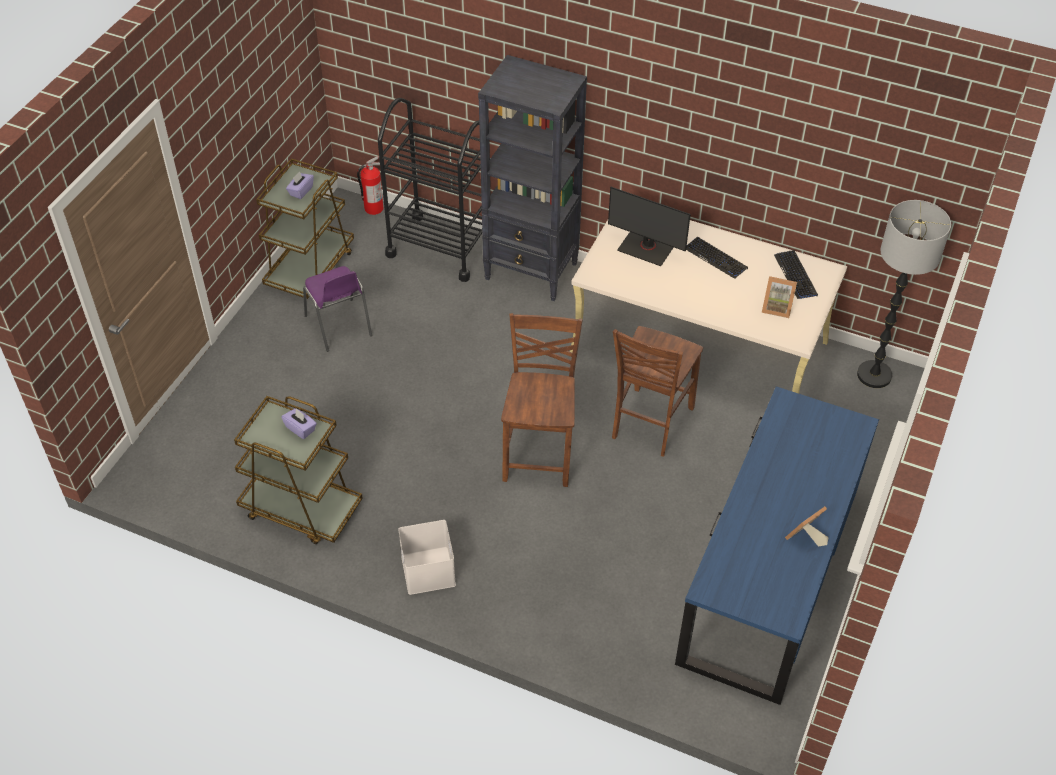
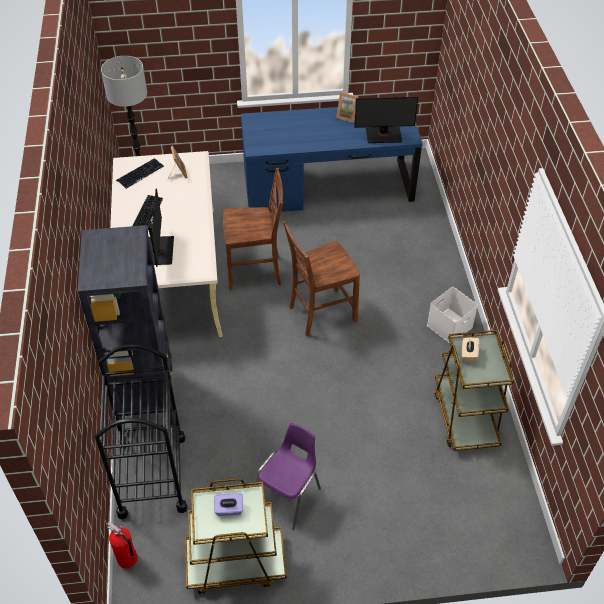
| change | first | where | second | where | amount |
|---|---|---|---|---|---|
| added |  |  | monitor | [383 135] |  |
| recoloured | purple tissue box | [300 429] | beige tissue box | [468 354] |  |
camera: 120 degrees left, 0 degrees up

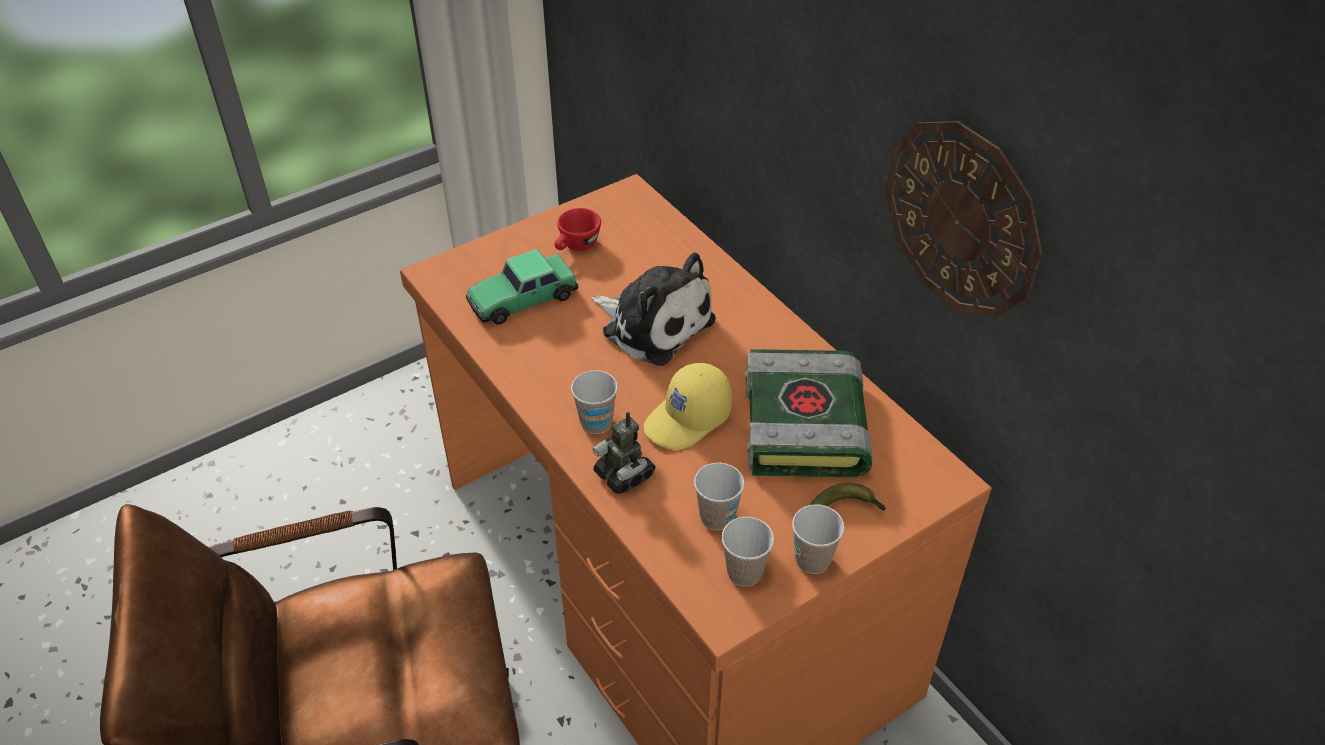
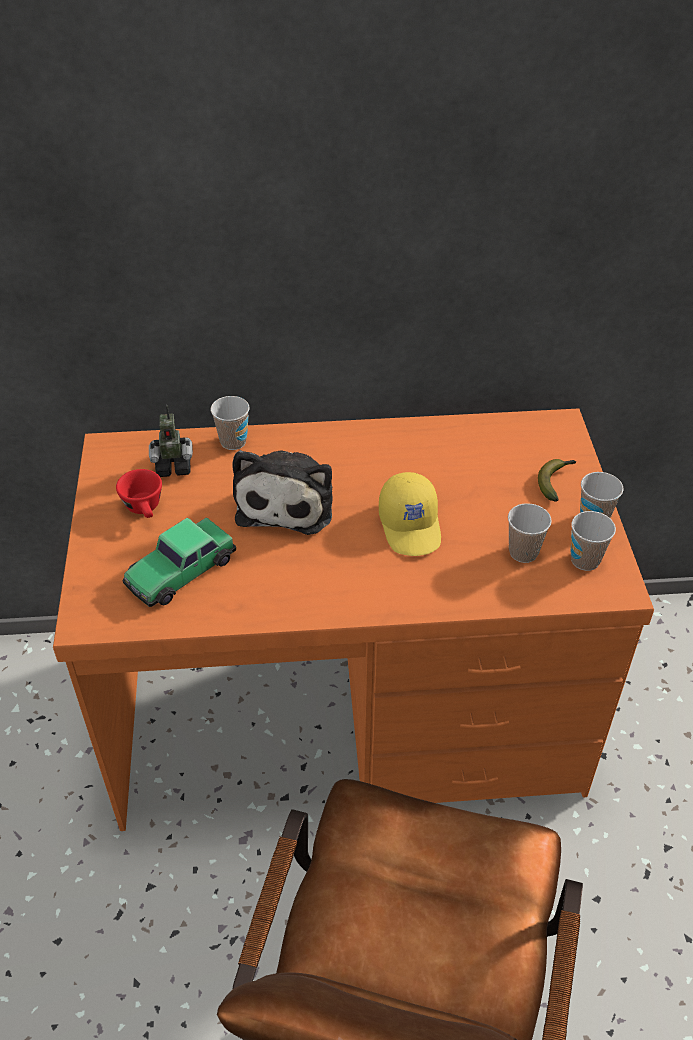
| change | first | where | second | where | amount |
|---|---|---|---|---|---|
| removed | book | [806 428] |  |  |  |
| removed | wall clock | [962 219] |  |  |  |
| moved | cup | [596 423] |  | [233 442] |  |
| moved | toy robot | [624 475] |  | [173 466] |  |
| turned | toy car | [522 298] |  | [180 571] | 45 degrees clockwise |
| turned | plush toy | [654 324] |  | [287 501] | 120 degrees clockwise |
camera: 60 degrees left, 0 degrees up

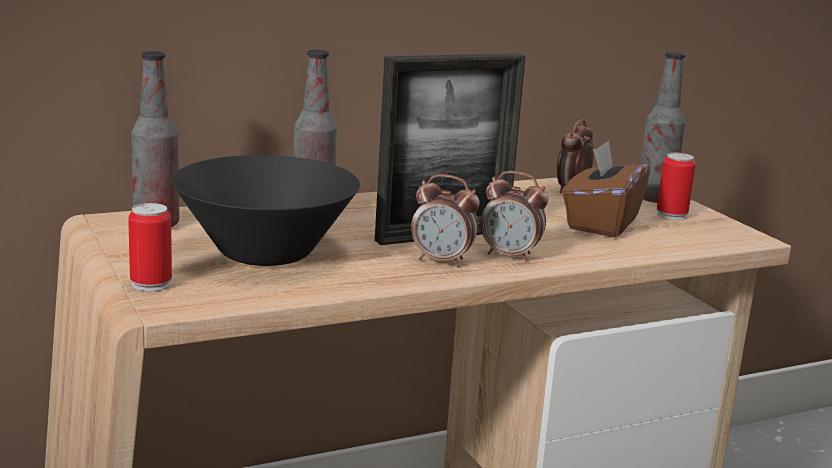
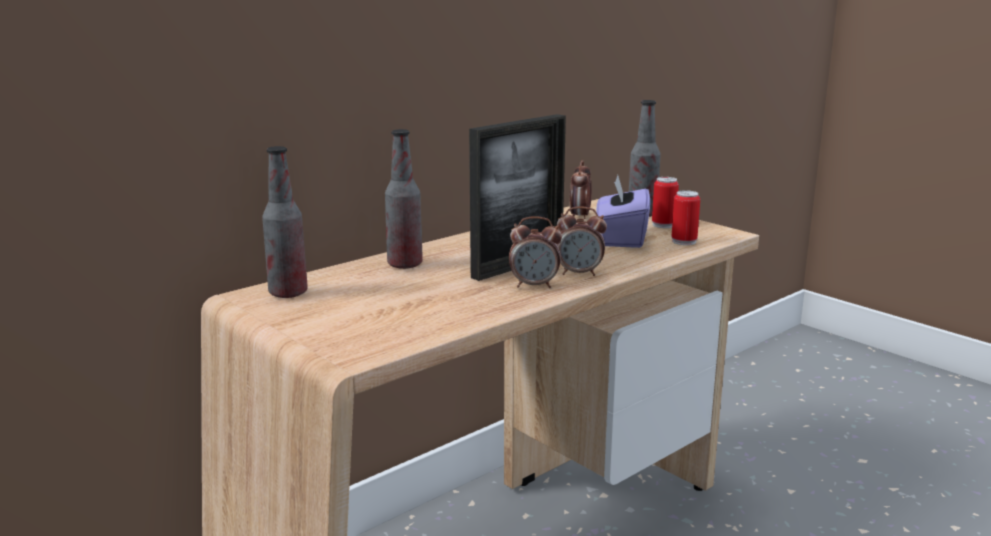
| change | first | where | second | where | amount |
|---|---|---|---|---|---|
| removed | black bowl | [265 253] |  |  |  |
| moved | can | [151 284] |  | [684 241] |  |
| recoloured | brown tissue box | [601 223] | purple tissue box | [621 238] |  |
camera: 15 degrees left, 0 degrees up

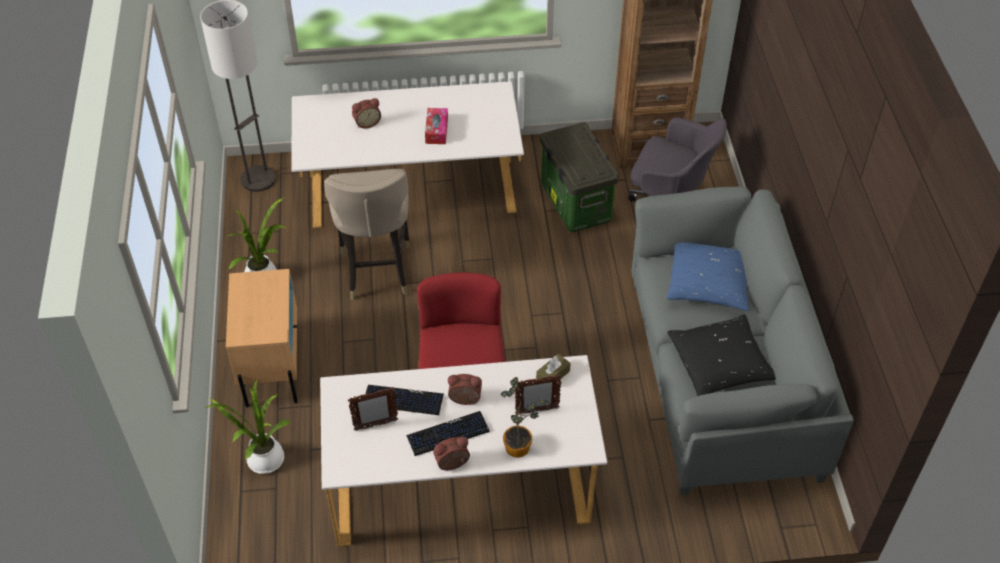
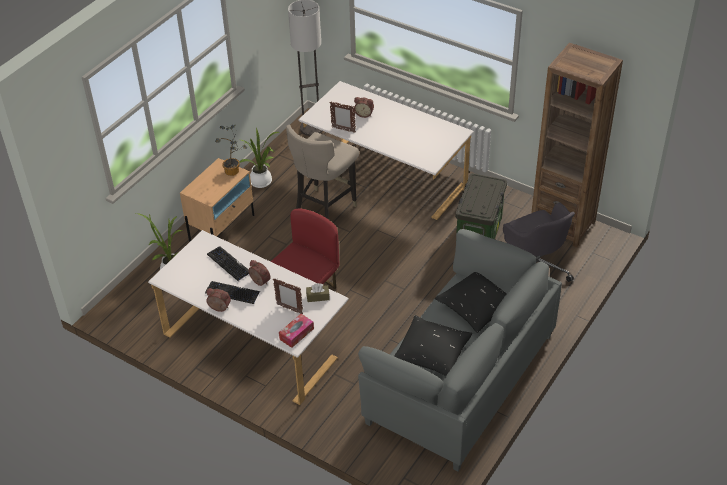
| change | first | where | second | where | amount |
|---|---|---|---|---|---|
| moved | picture frame | [375 425] |  | [343 129] |  |
| moved | tissue box | [436 130] |  | [296 334] |  |
| moved | potted plant | [521 446] |  | [234 171] |  |
| recoloured | blue pillow | [709 283] | black pillow | [476 307] |  |
camera: 40 degrees right, 5 degrees down

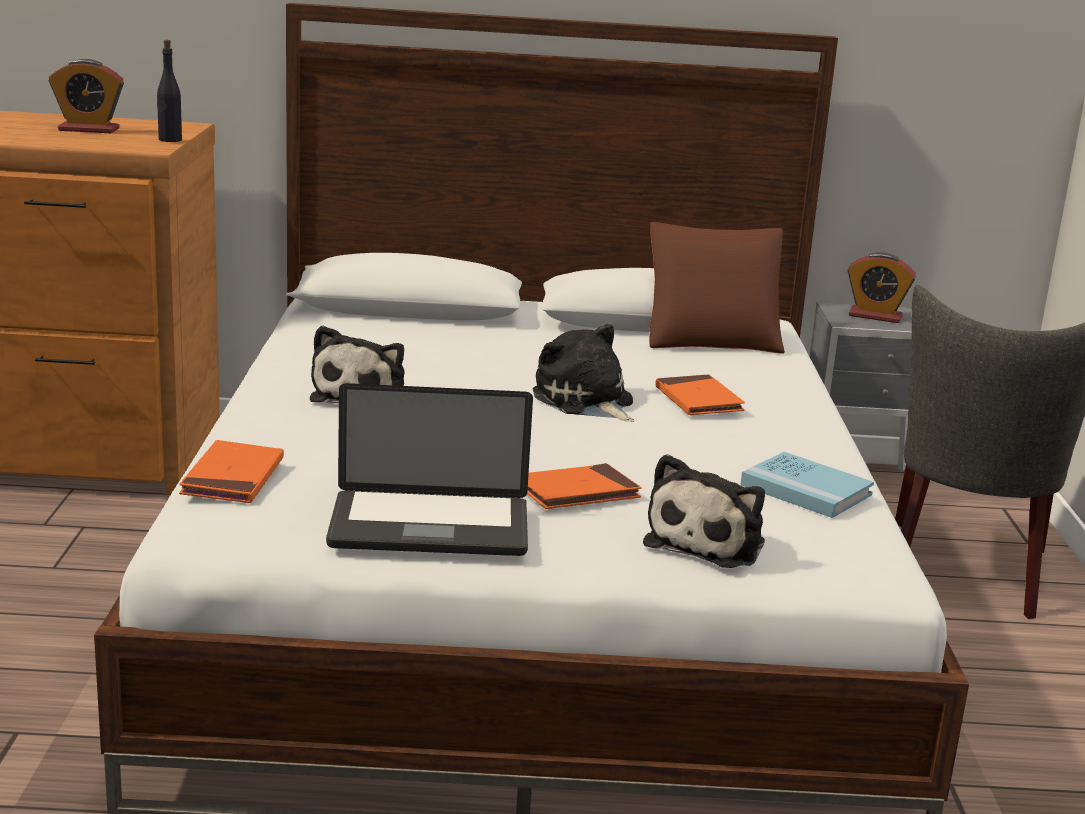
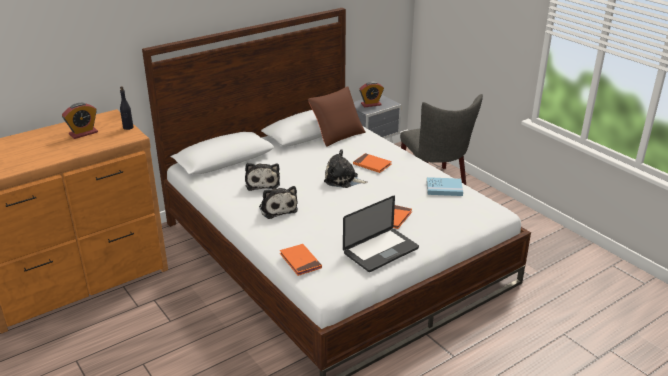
| change | first | where | second | where | amount |
|---|---|---|---|---|---|
| moved | plush toy | [709 542] |  | [262 183] |  |
camera: 35 degrees left, 10 degrees up

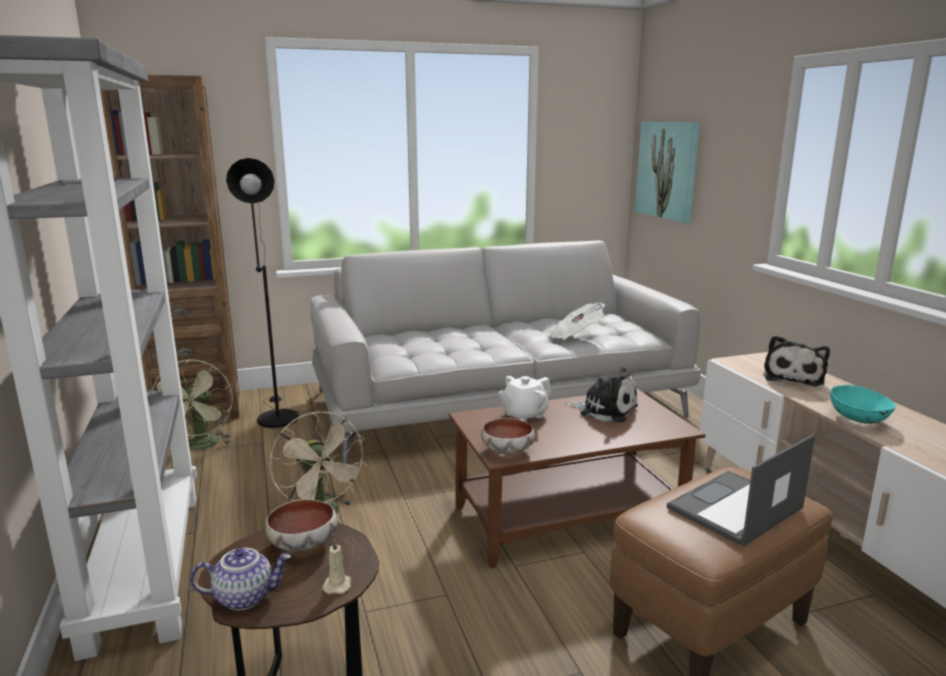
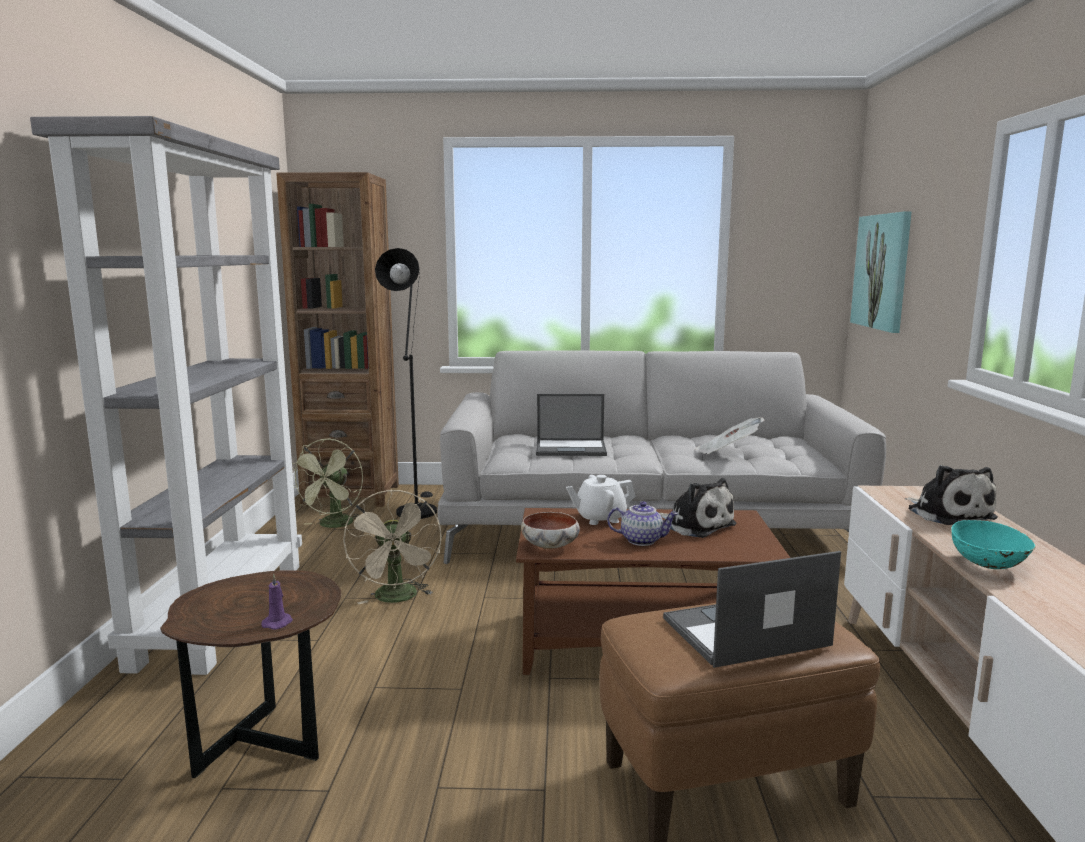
| change | first | where | second | where | amount |
|---|---|---|---|---|---|
| removed | bowl | [304 544] |  |  |  |
| added |  |  | laptop | [571 448] |  |
| moved | teapot | [245 596] |  | [642 540] |  |
| recoloured | beige candle | [337 584] | purple candle | [278 623] |  |
| turned | plush toy | [793 377] |  | [947 513] | 60 degrees counterclockwise |
camera: 20 degrees right, 5 degrees down

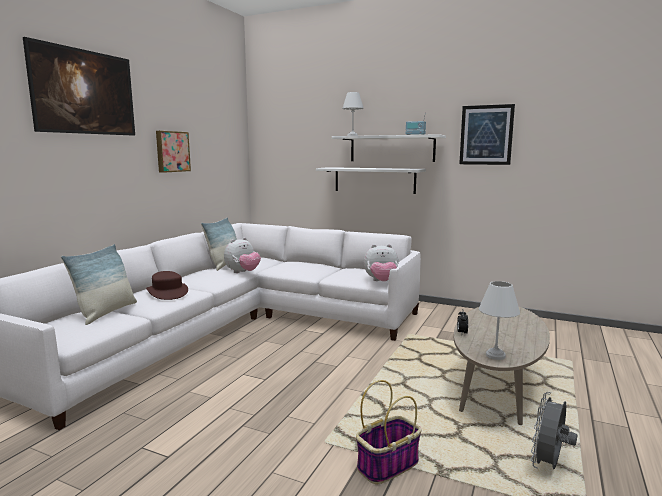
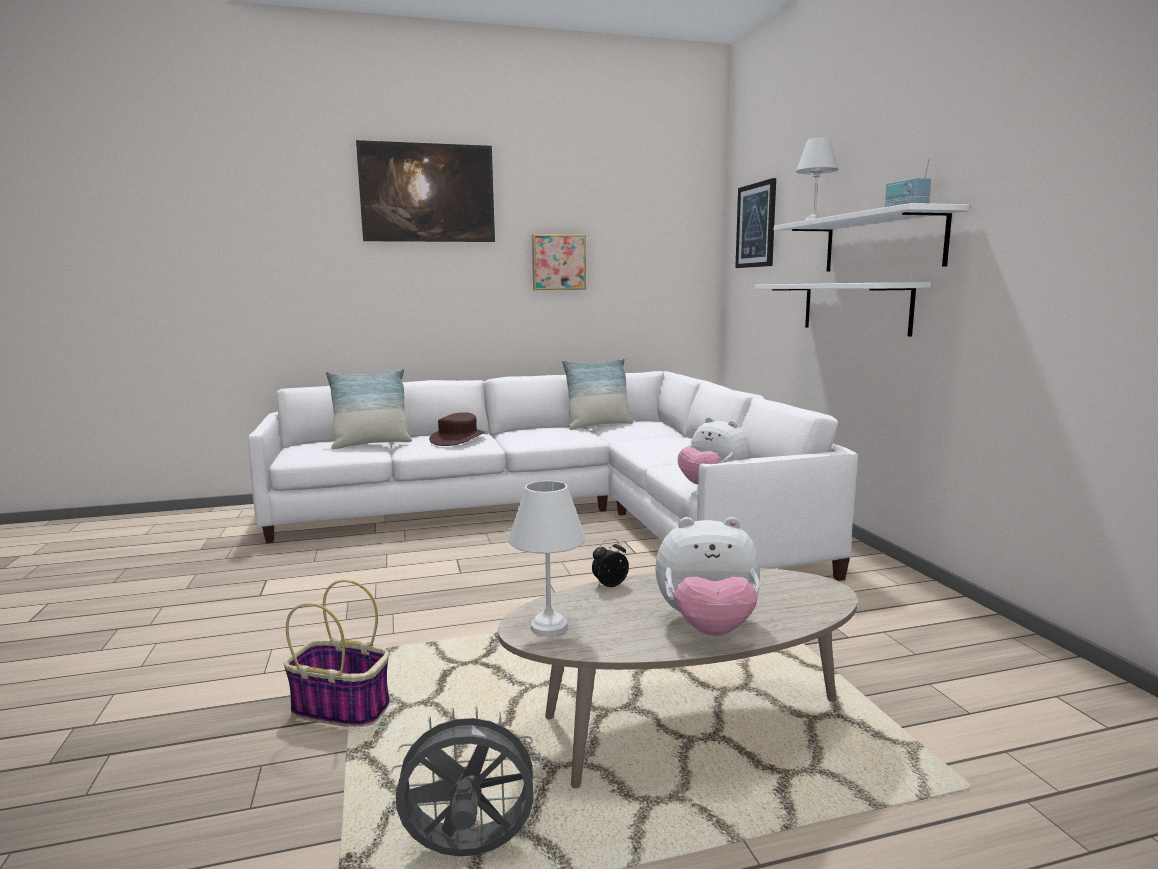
| change | first | where | second | where | amount |
|---|---|---|---|---|---|
| moved | plush toy | [242 272] |  | [708 628] |  |
| moved | picture | [486 135] |  | [756 225] |  |
camera: 50 degrees right, 0 degrees up

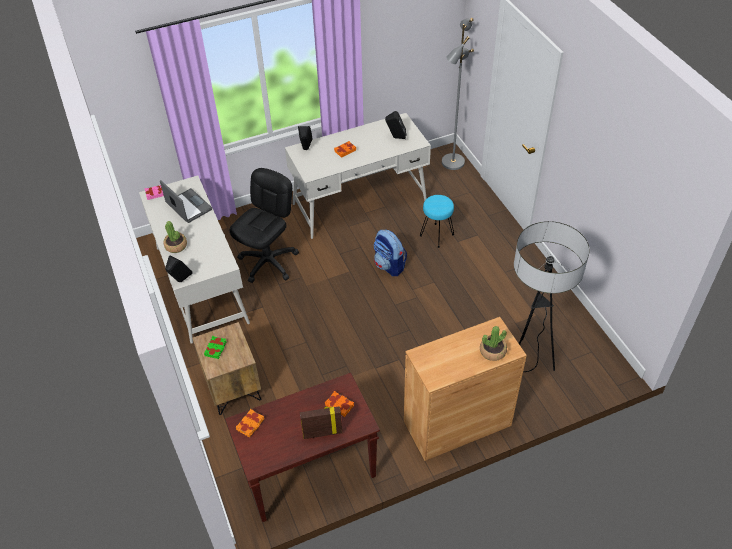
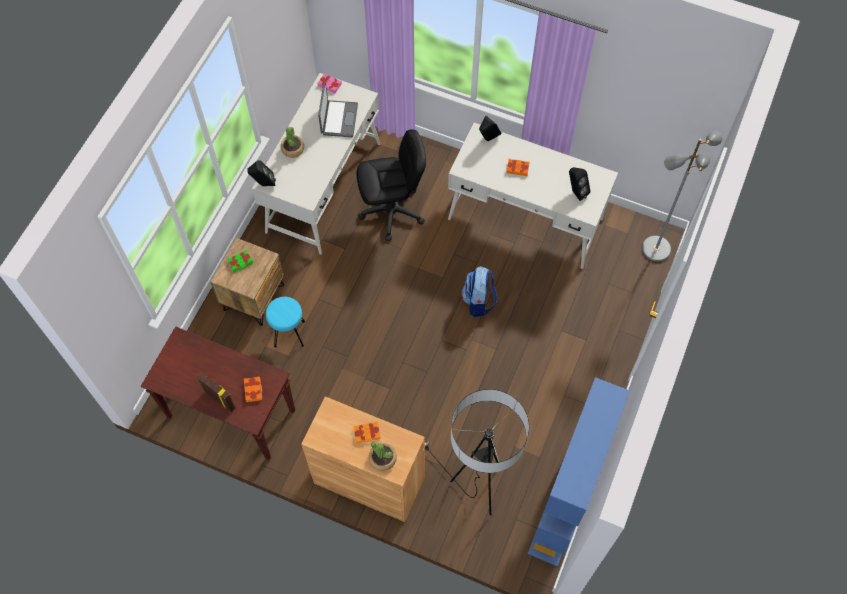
| change | first | where | second | where | amount |
|---|---|---|---|---|---|
| added |  |  | blue bookcase | [562 509] |  |
| moved | orange book | [250 424] |  | [367 433] |  |
| moved | turquoise stool | [436 235] |  | [289 333] |  |
camera: 45 degrees right, 15 degrees up

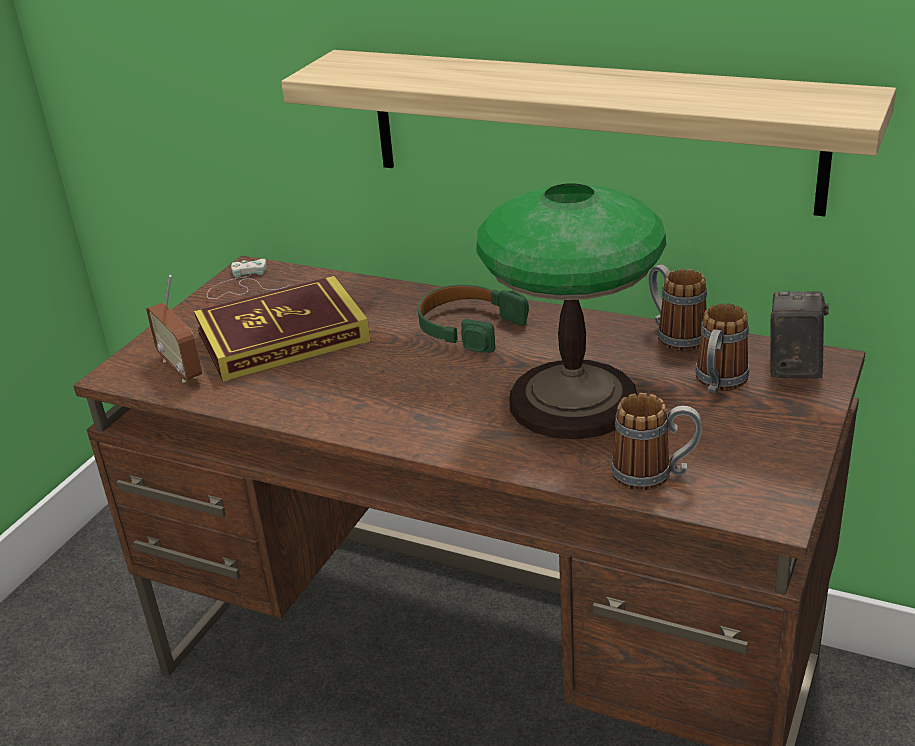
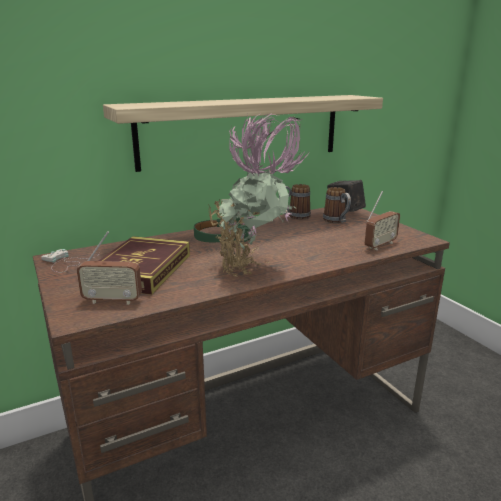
| change | first | where | second | where | amount |
|---|---|---|---|---|---|
| removed | table lamp | [572 400] |  |  |  |
| added |  |  | potted plant | [254 270] |  |
| replaced | mug | [654 475] | radio | [380 245] |  |
camera: 55 degrees left, 10 degrees down

